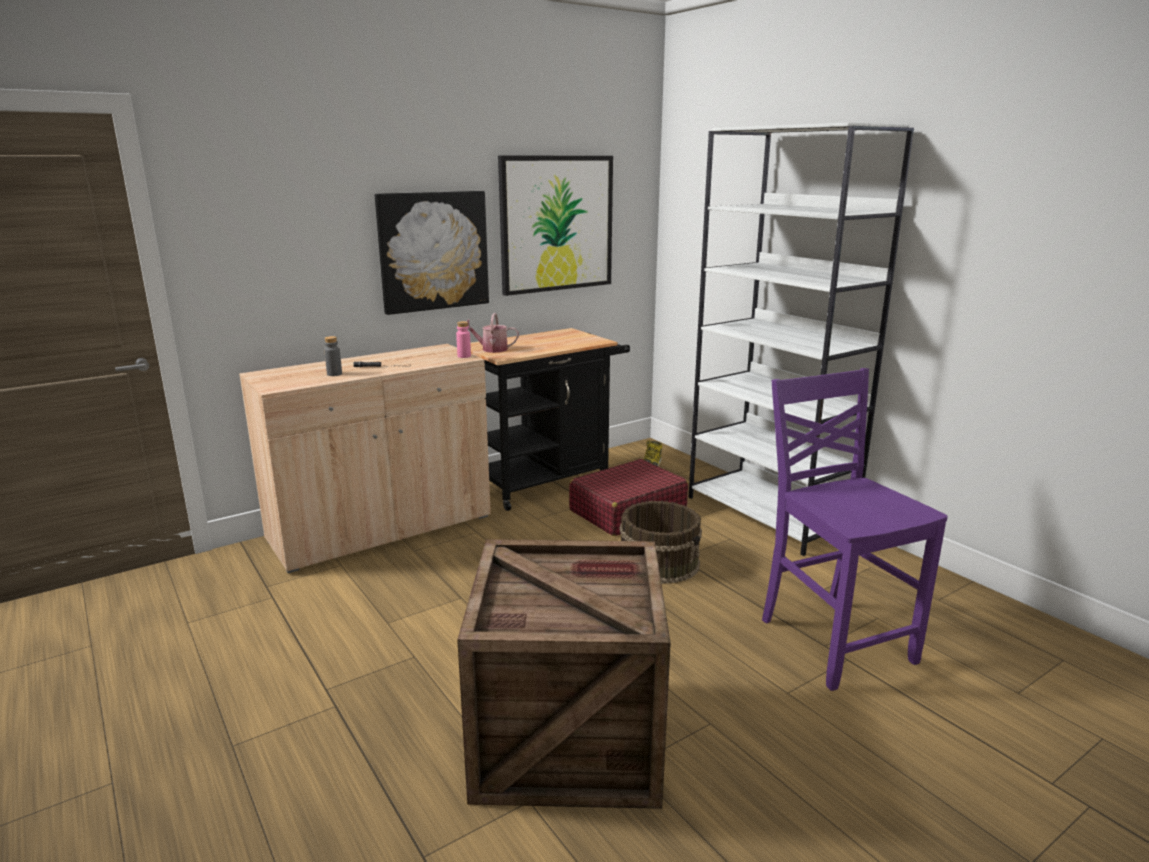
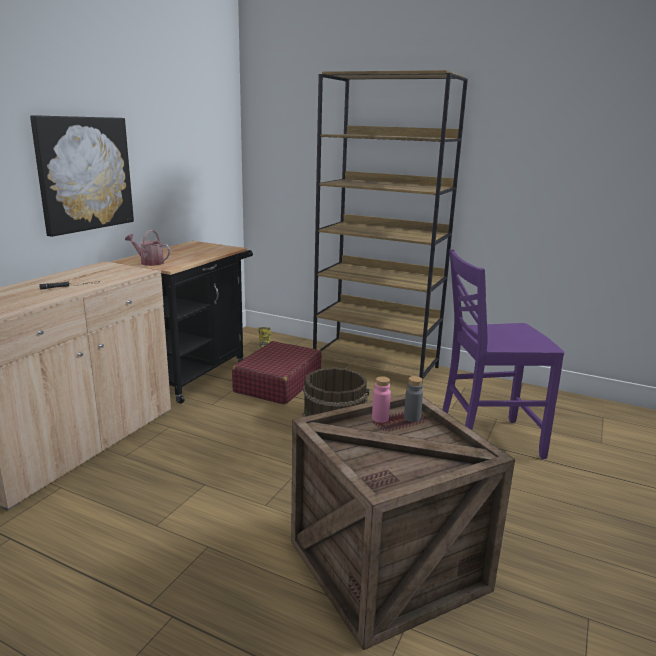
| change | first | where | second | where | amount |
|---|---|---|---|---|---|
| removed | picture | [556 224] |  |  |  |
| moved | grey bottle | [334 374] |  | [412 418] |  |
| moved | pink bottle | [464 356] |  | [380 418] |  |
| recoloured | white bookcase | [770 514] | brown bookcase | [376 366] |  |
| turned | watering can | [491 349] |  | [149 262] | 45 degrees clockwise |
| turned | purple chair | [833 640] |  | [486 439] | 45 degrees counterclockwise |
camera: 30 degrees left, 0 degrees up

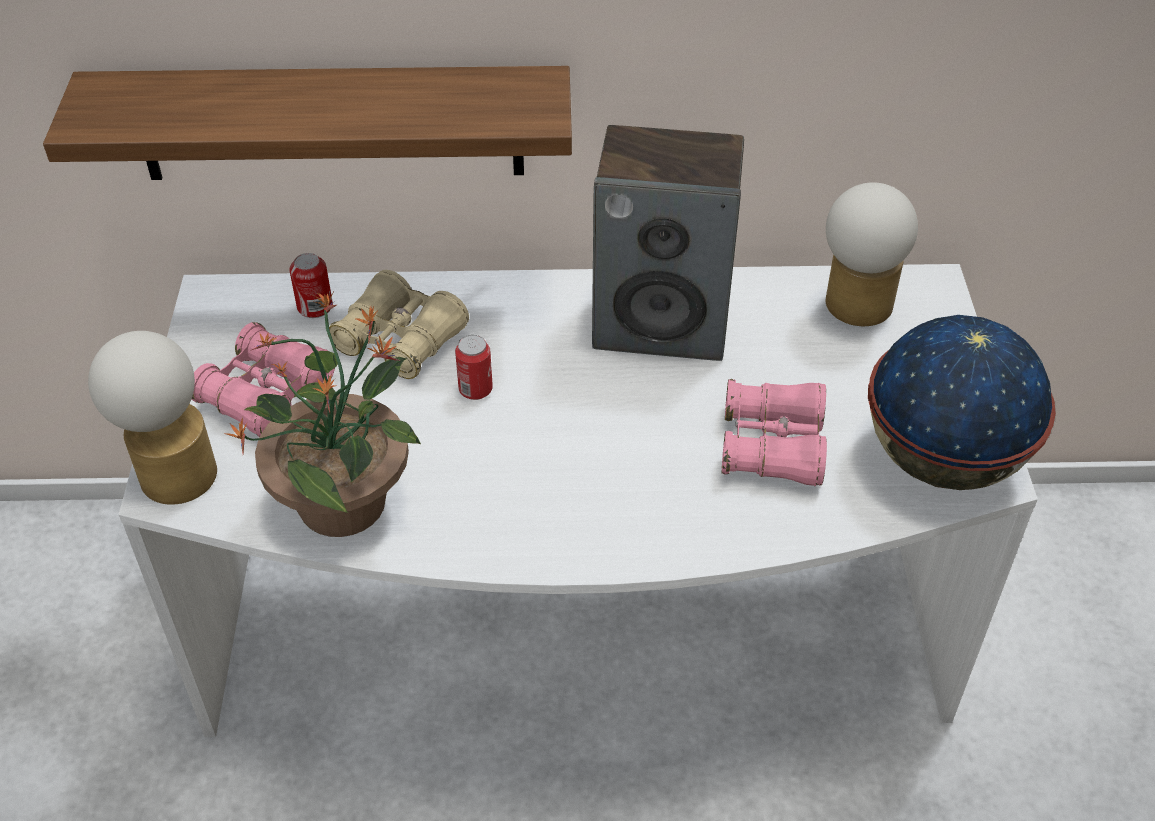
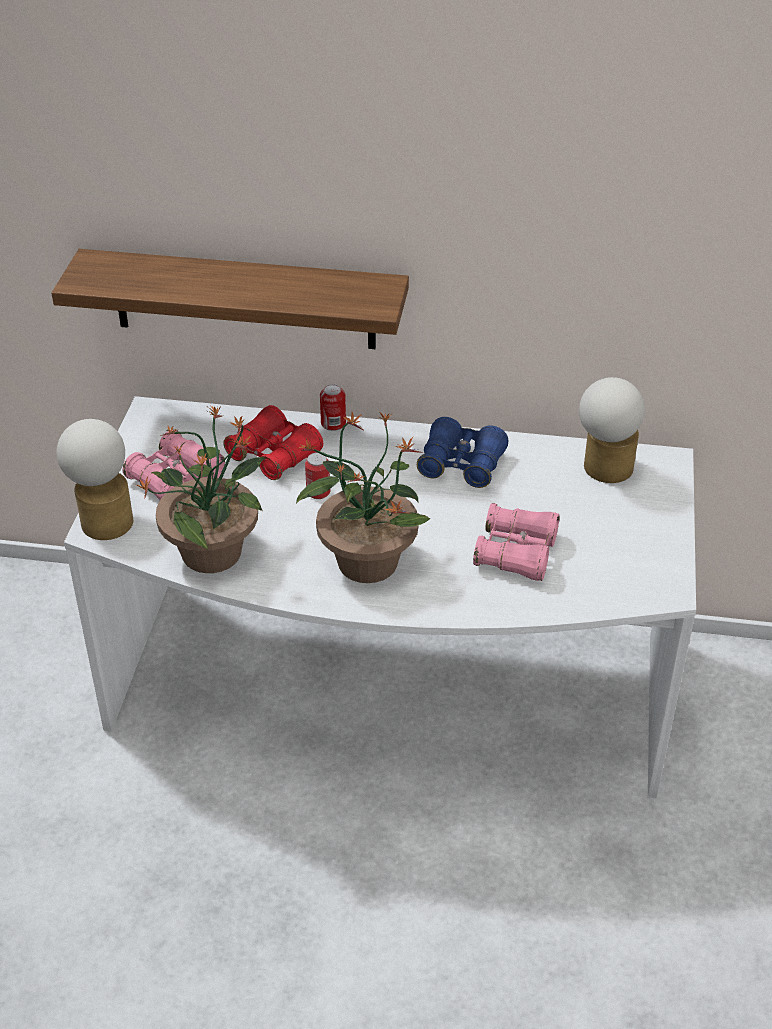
| change | first | where | second | where | amount |
|---|---|---|---|---|---|
| removed | globe | [942 461] |  |  |  |
| added |  |  | potted plant | [366 561] |  |
| moved | can | [315 307] |  | [333 423] |  |
| replaced | speaker | [662 323] | blue binoculars | [461 464] |  |
| recoloured | beige binoculars | [400 340] | red binoculars | [274 455] |  |
camera: 10 degrees right, 5 degrees down

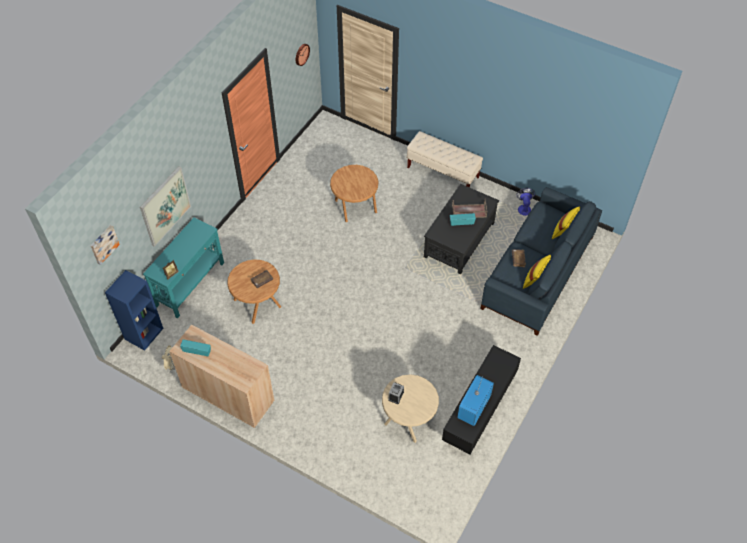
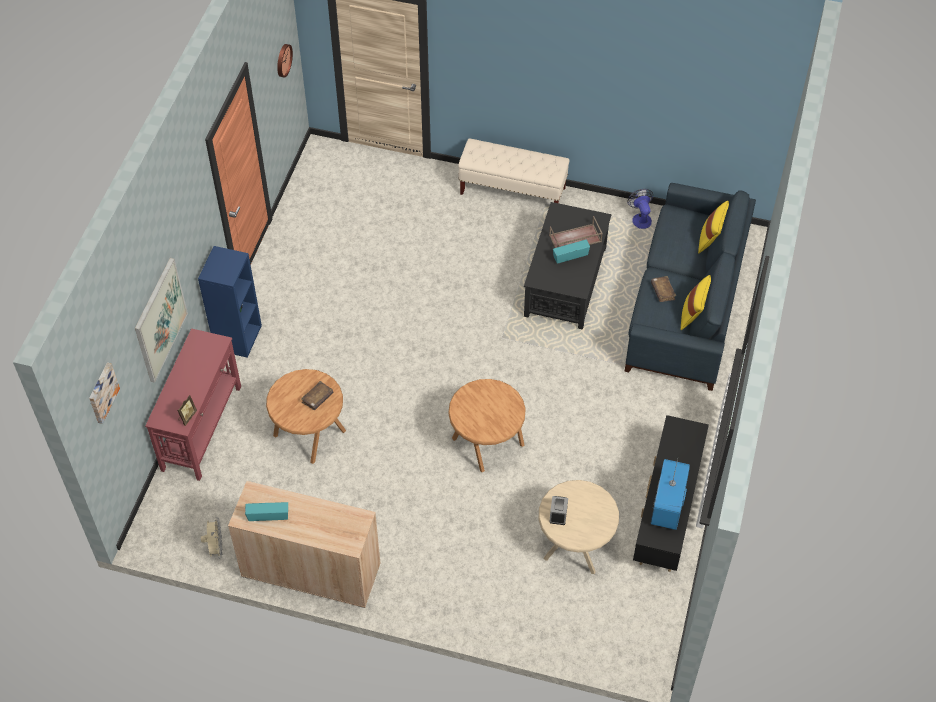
| change | first | where | second | where | amount |
|---|---|---|---|---|---|
| moved | blue bookcase | [144 333] |  | [237 337] |  |
| moved | brown side table | [354 206] |  | [486 442] |  |
| recoloured | turquoise console table | [190 284] | red console table | [202 427] |  |
camera: 15 degrees left, 0 degrees up

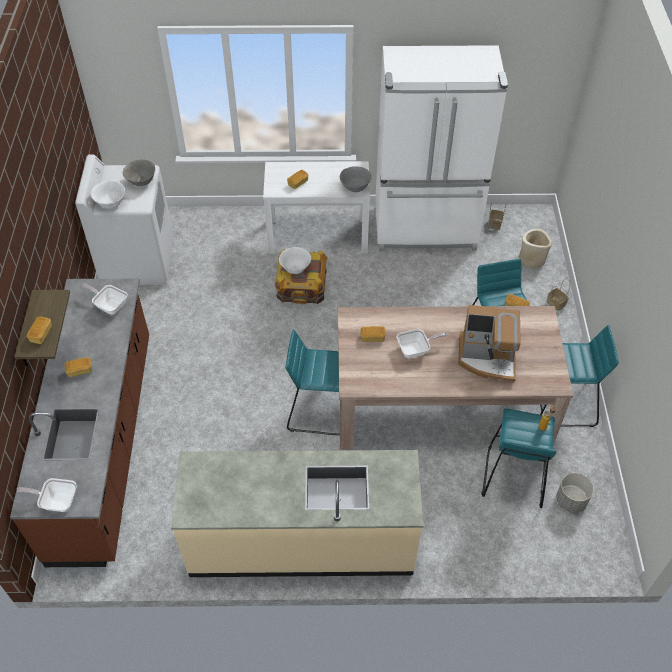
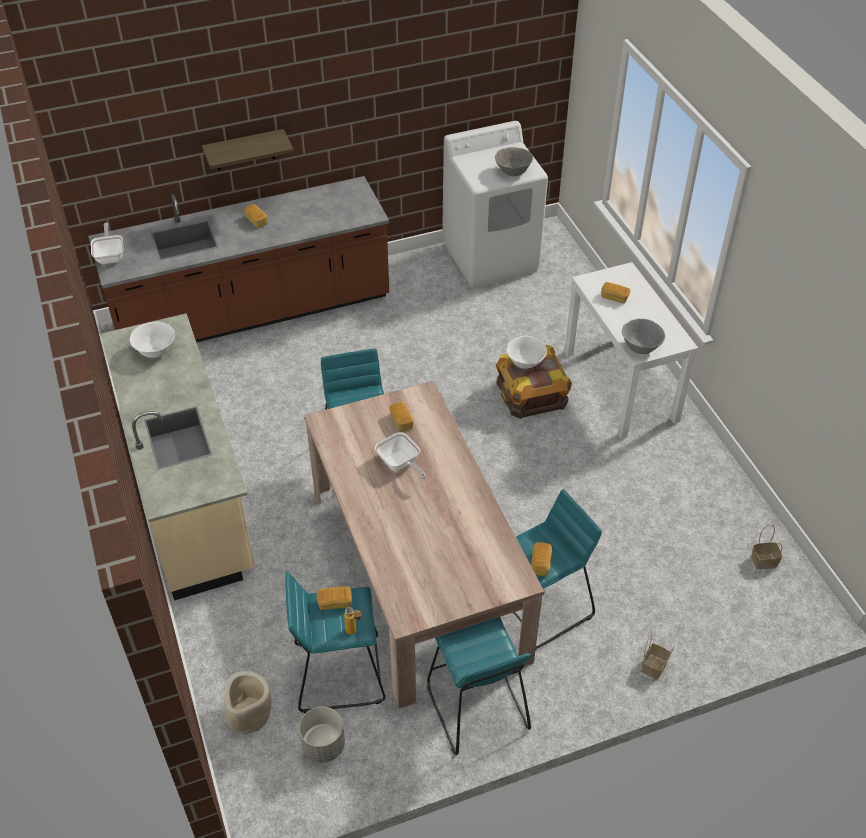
| change | first | where | second | where | amount |
|---|---|---|---|---|---|
| removed | frying pan | [109 305] |  |  |  |
| removed | white fridge | [426 230] |  |  |  |
| removed | coffee machine | [487 358] |  |  |  |
| moved | bread | [41 334] |  | [334 603] |  |
| moved | white bowl | [111 203] |  | [156 351] |  |
| moved | beige planter | [532 259] |  | [249 715] |  |
camera: 70 degrees right, 5 degrees down

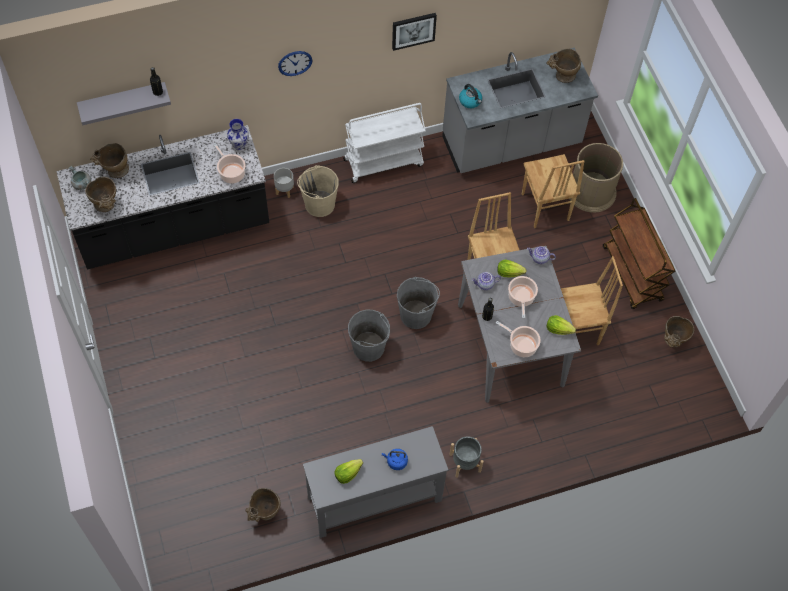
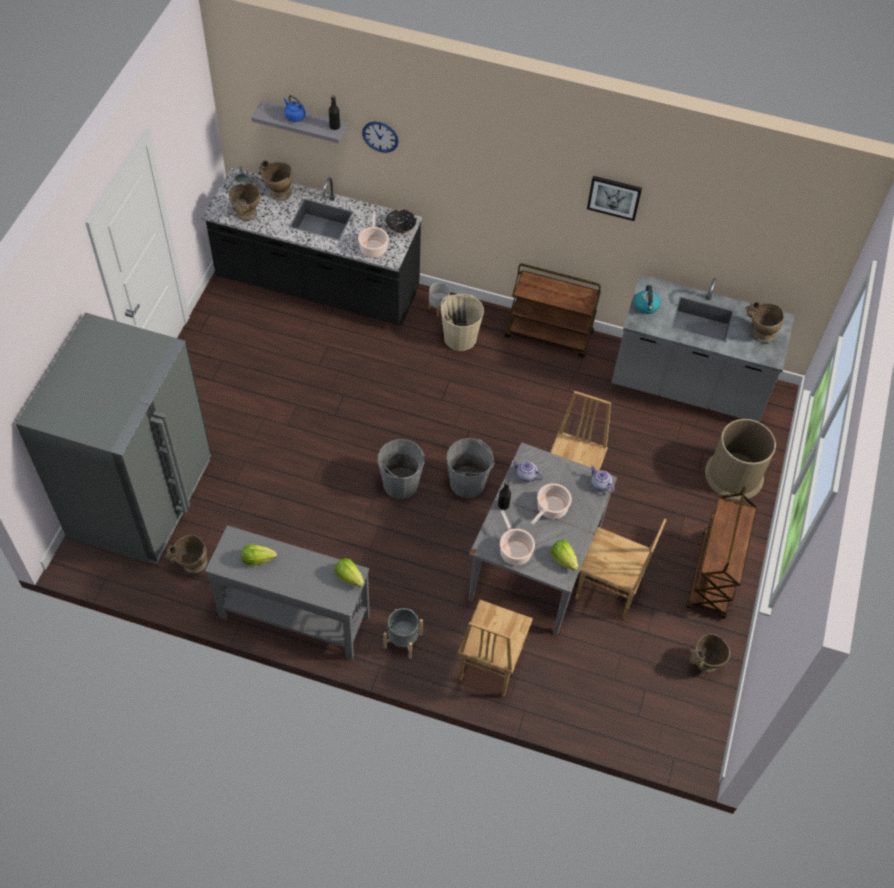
| change | first | where | second | where | amount |
|---|---|---|---|---|---|
| added |  |  | grey fridge | [142 498] |  |
| moved | wall clock | [295 63] |  | [380 136] |  |
| moved | blue kettle | [395 461] |  | [294 116] |  |
| moved | lettuce | [509 272] |  | [349 577] |  |
| moved | brown chair | [544 207] |  | [489 664] |  |
| replaced | vase | [239 144] | black bowl | [401 228] |  |
| recoloured | white cart | [384 162] | brown cart | [549 335] |  |
camera: 35 degrees right, 5 degrees down

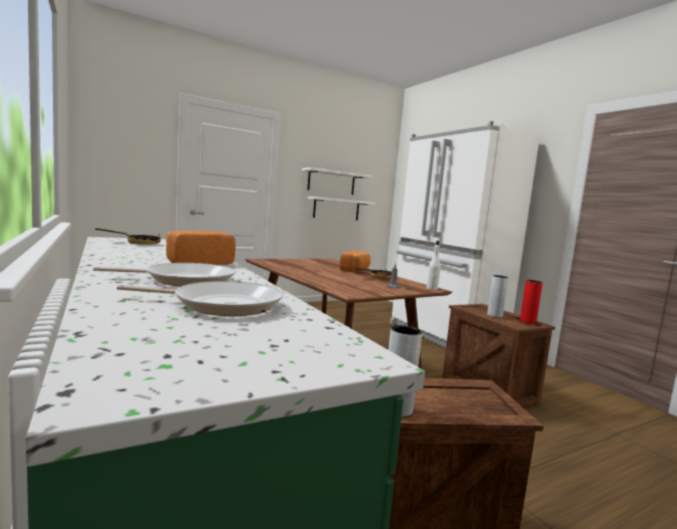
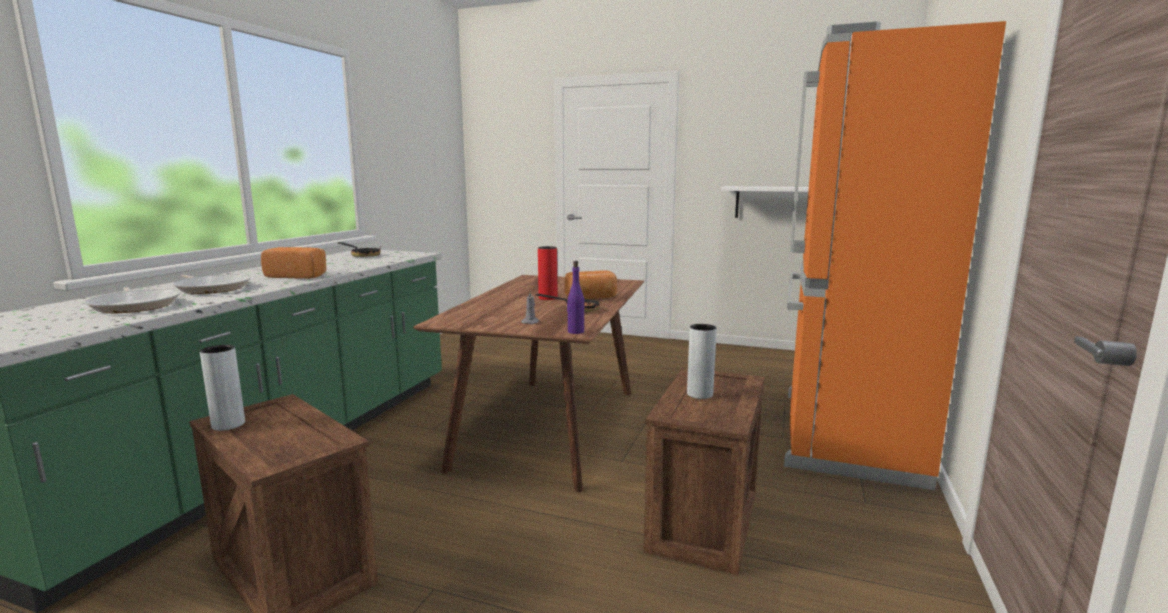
| change | first | where | second | where | amount |
|---|---|---|---|---|---|
| removed | white shelf | [331 182] |  |  |  |
| moved | red vase | [528 321] |  | [548 298] |  |
| recoloured | white fridge | [443 336] | orange fridge | [845 435] |  |
| recoloured | white bottle | [432 289] | purple bottle | [575 332] |  |
camera: 50 degrees right, 5 degrees up

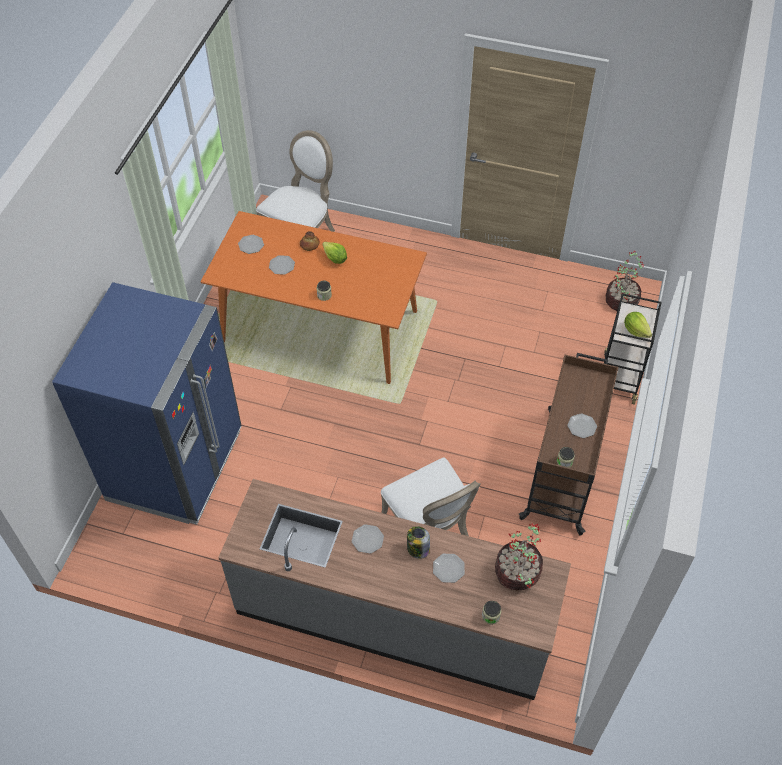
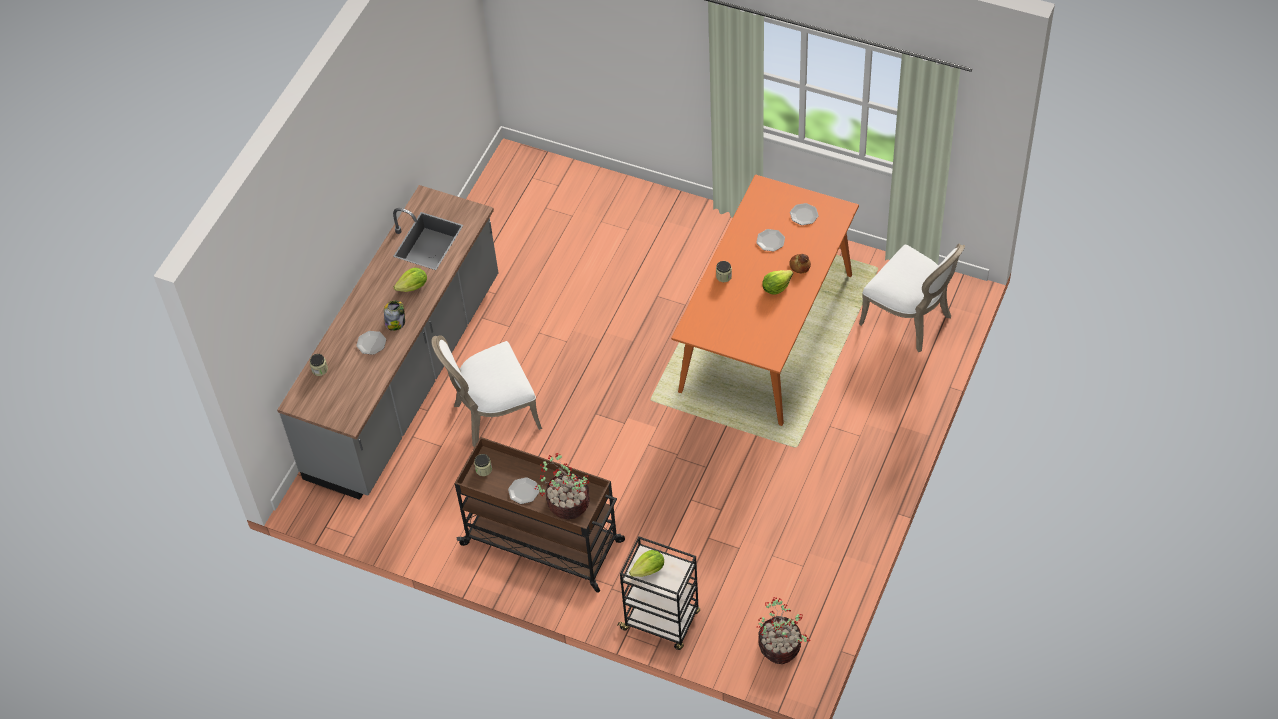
| change | first | where | second | where | amount |
|---|---|---|---|---|---|
| removed | blue fridge | [176 465] |  |  |  |
| moved | potted plant | [517 573] |  | [567 503] |  |
| replaced | plate | [367 539] | lettuce | [413 287] |  |
camera: 100 degrees right, 0 degrees up

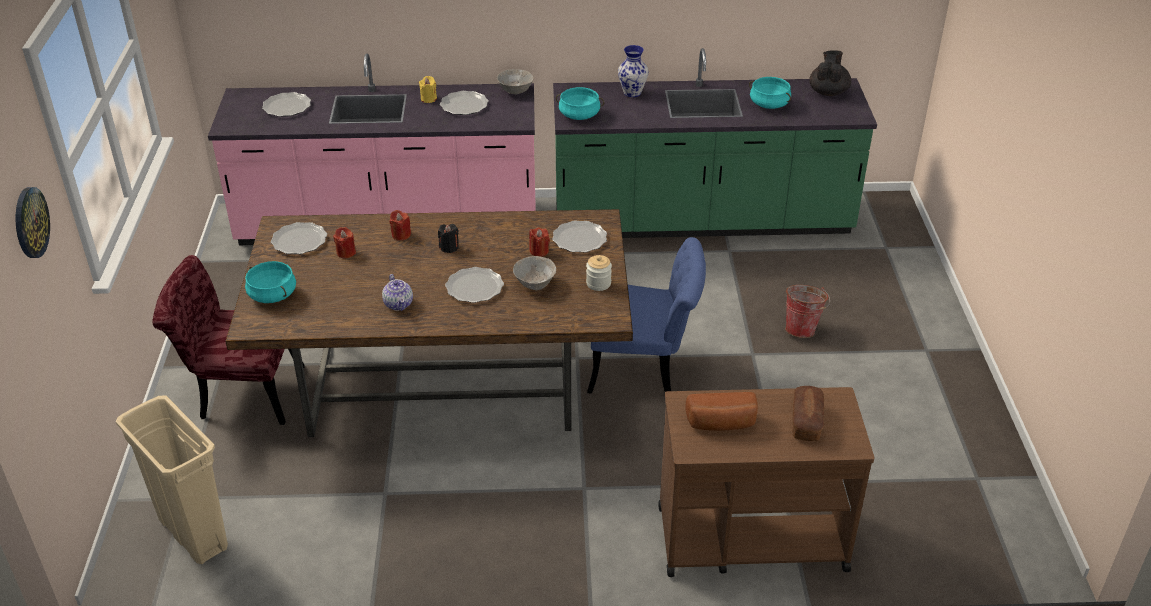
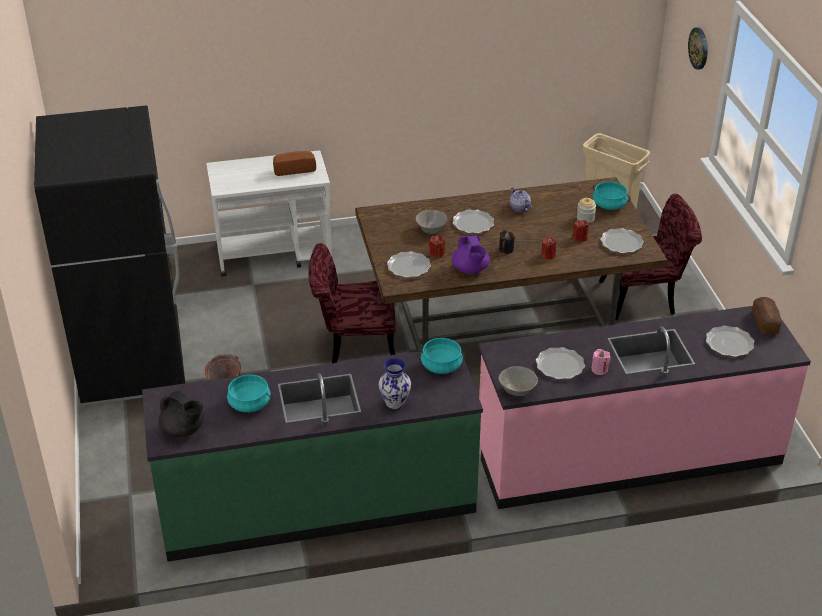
| change | first | where | second | where | amount |
|---|---|---|---|---|---|
| added |  |  | black fridge | [132 362] |  |
| added |  |  | purple teapot | [470 269] |  |
| moved | jar | [598 283] |  | [585 218] |  |
| moved | bread | [806 422] |  | [765 322] |  |
| recoloured | yellow candle | [428 99] | pink candle | [599 369] |  |
| recoloured | blue chair | [645 369] | red chair | [354 347] |  |
| recoloured | brown cart | [749 538] | white cart | [275 254] |  |
| turned | black teapot | [828 92] |  | [183 430] | 60 degrees counterclockwise |
camera: 170 degrees right, 0 degrees up

